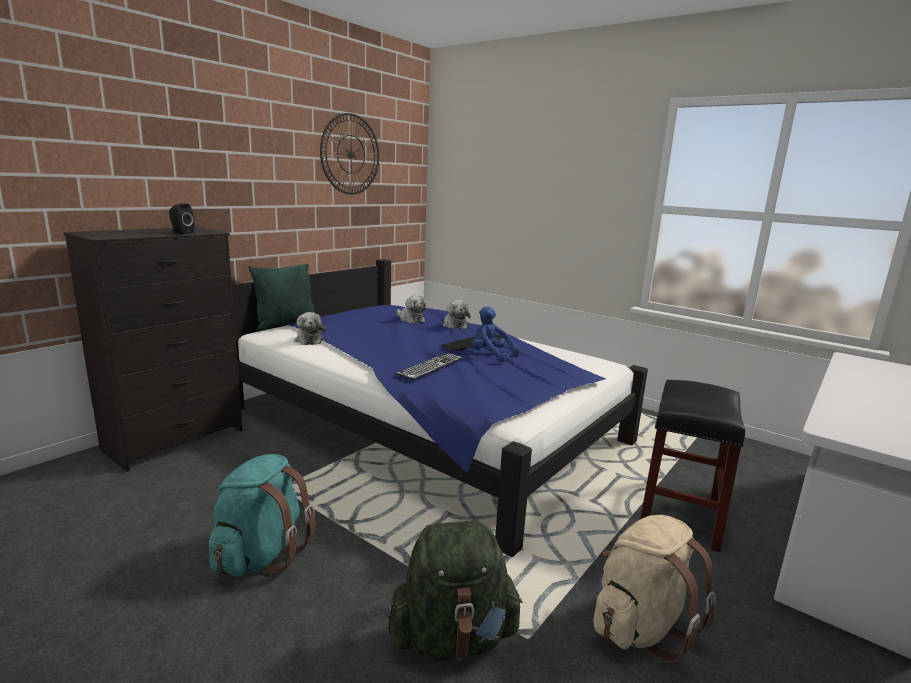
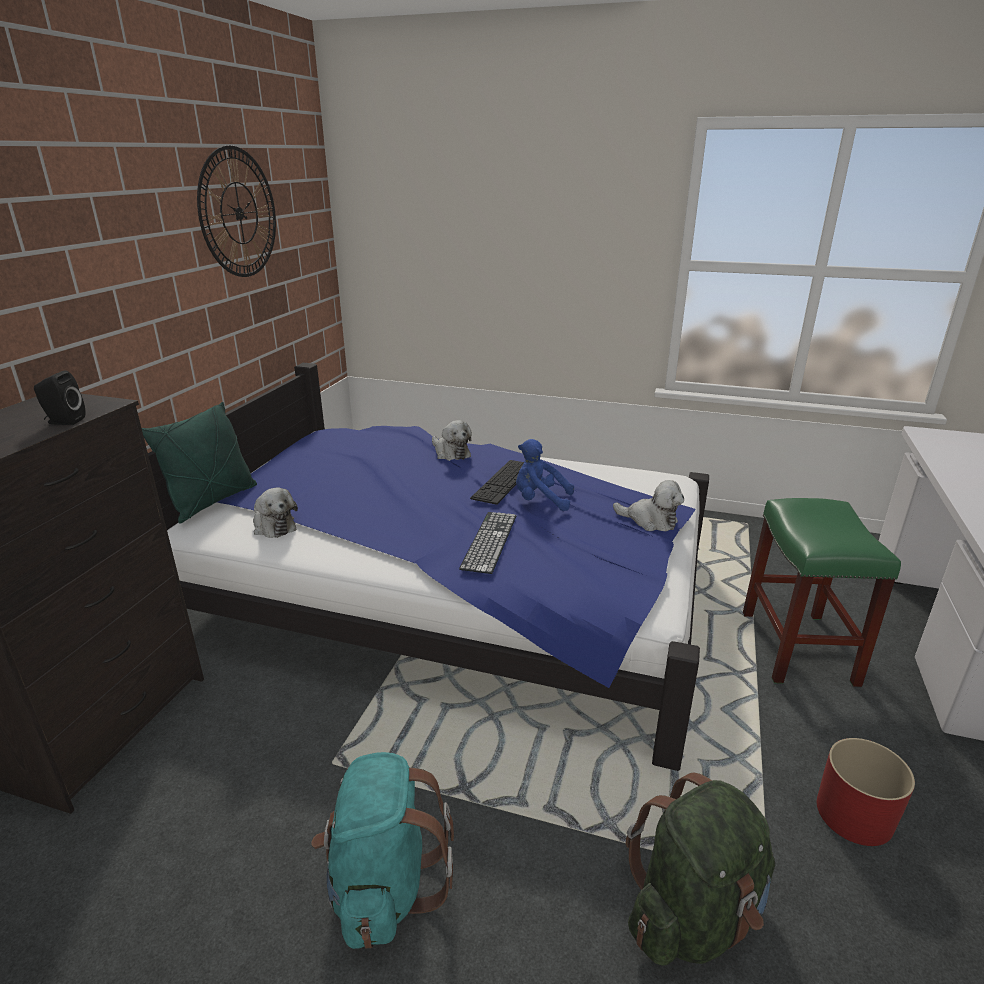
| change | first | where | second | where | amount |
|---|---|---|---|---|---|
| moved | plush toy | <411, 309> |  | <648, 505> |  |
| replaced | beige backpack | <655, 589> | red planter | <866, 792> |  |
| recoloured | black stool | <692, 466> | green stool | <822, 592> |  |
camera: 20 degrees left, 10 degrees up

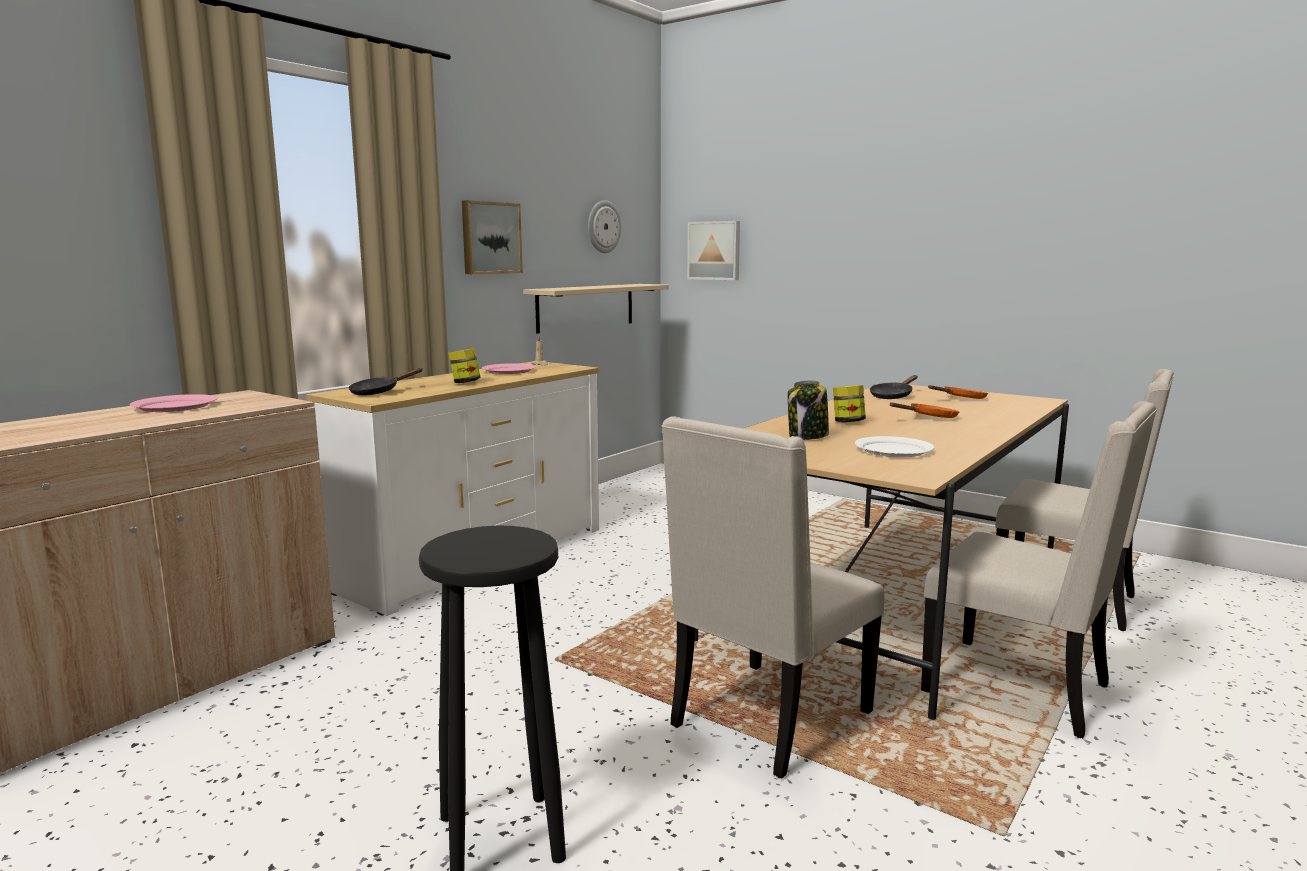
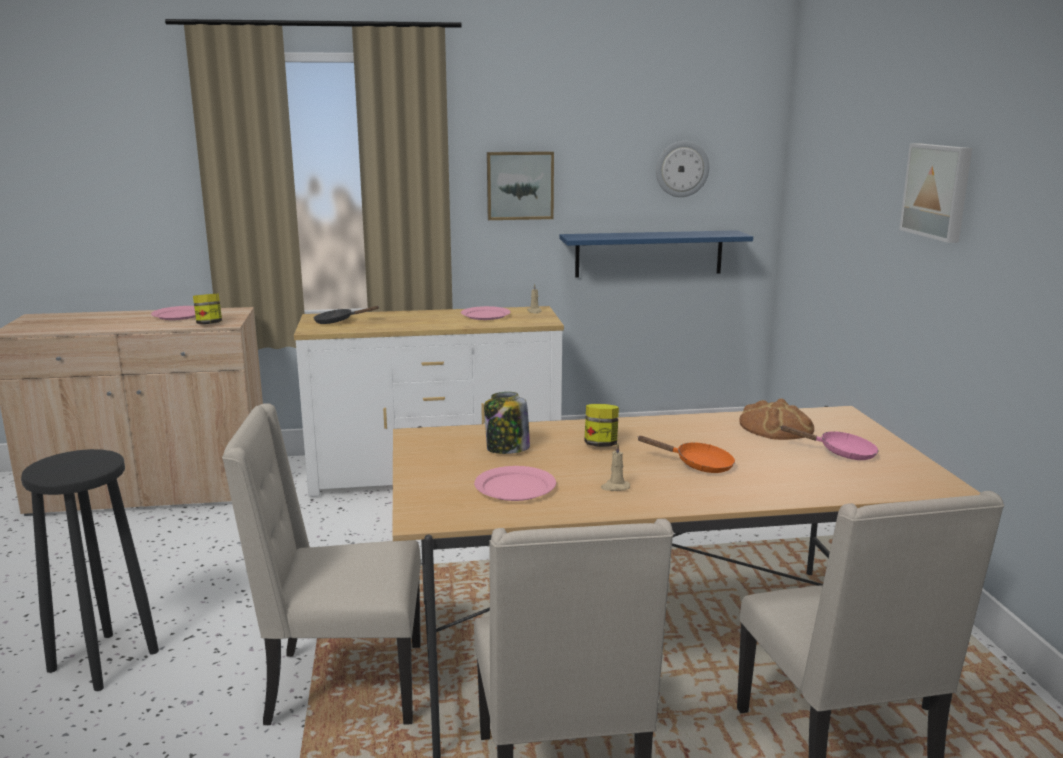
| change | first | where | second | where | amount |
|---|---|---|---|---|---|
| added |  |  | beige candle | <615, 467> |  |
| moved | jar | <465, 365> |  | <207, 309> |  |
| moved | picture | <713, 250> |  | <935, 193> |  |
| replaced | black frying pan | <894, 387> | bread | <776, 419> |  |
| recoloured | beige shelf | <596, 308> | blue shelf | <656, 254> |  |
| recoloured | white plate | <894, 446> | pink plate | <515, 483> |  |
| recoloured | orange frying pan | <958, 392> | pink frying pan | <830, 442> |  |
camera: 45 degrees right, 5 degrees up

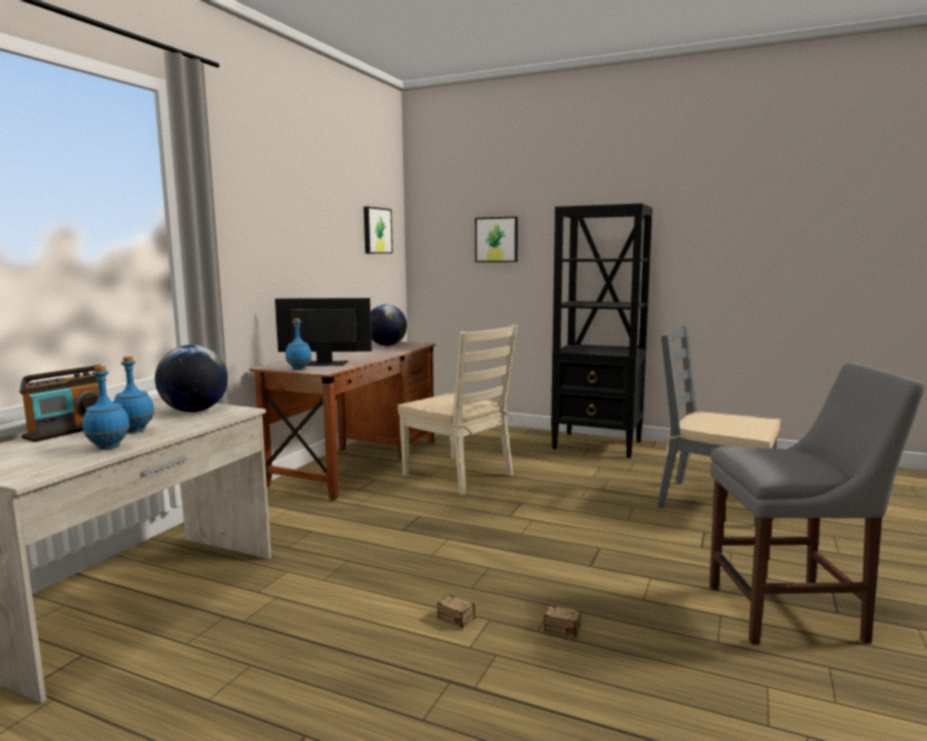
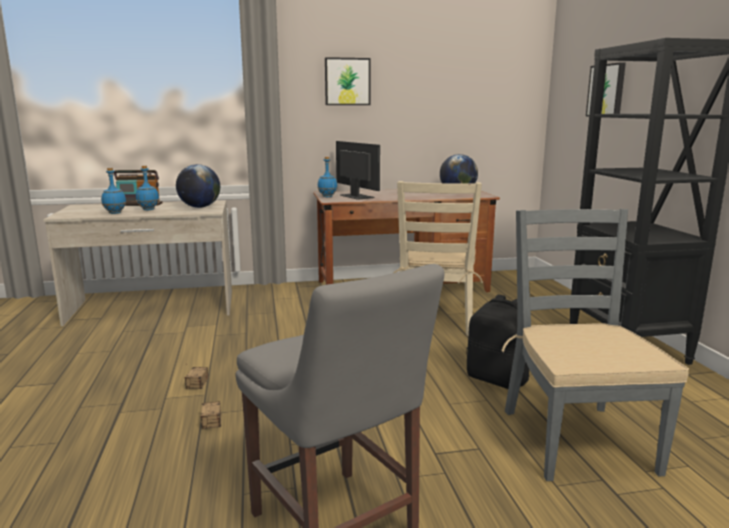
| change | first | where | second | where | amount |
|---|---|---|---|---|---|
| added |  |  | black backpack | <497, 342> |  |
| moved | picture | <378, 230> |  | <348, 81> |  |
camera: 55 degrees right, 5 degrees up

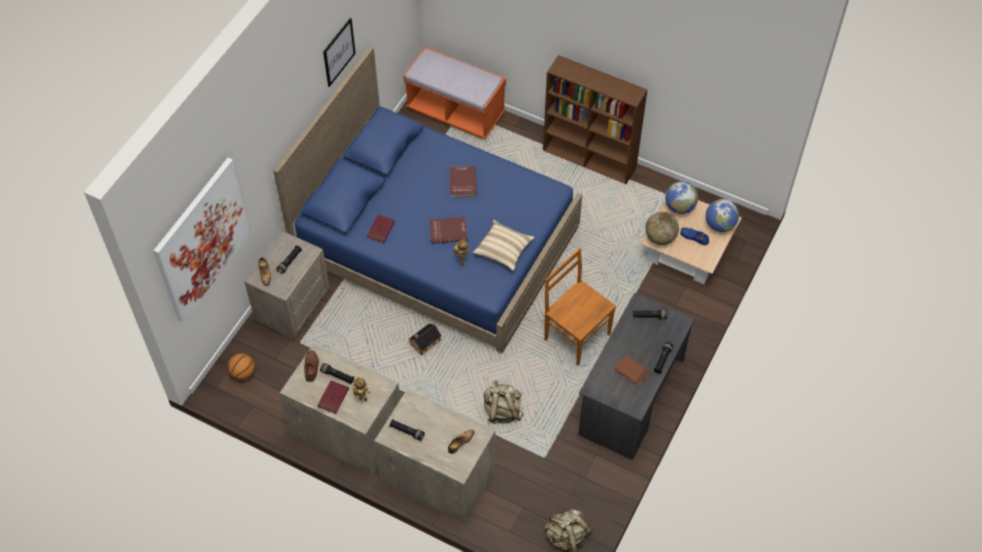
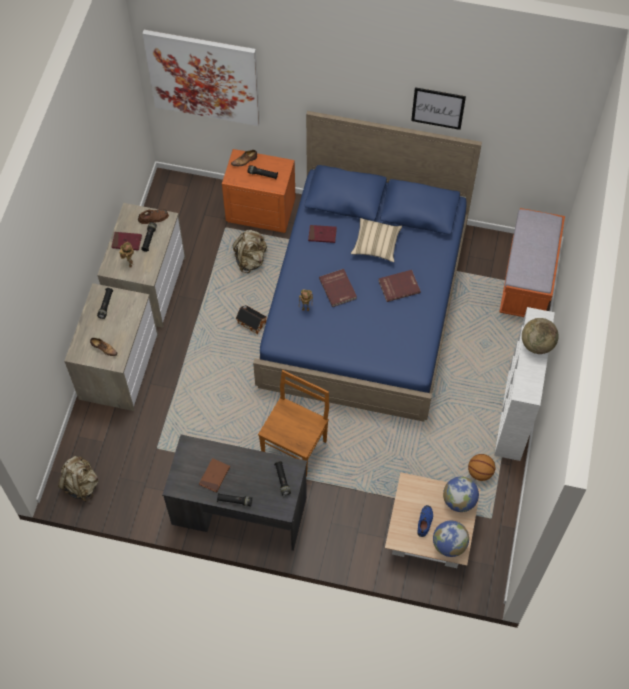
| change | first | where | second | where | amount |
|---|---|---|---|---|---|
| moved | basketball | <241, 367> |  | <481, 467> |  |
| moved | beige pillow | <503, 245> |  | <376, 240> |  |
| moved | beige backpack | <503, 402> |  | <250, 251> |  |
| moved | globe | <662, 228> |  | <540, 336> |  |
| recoloured | beige nightstand | <287, 285> | orange nightstand | <258, 191> |  |
| recoloured | brown bookcase | <595, 119> | white bookcase | <524, 384> |  |
camera: 75 degrees right, 5 degrees up

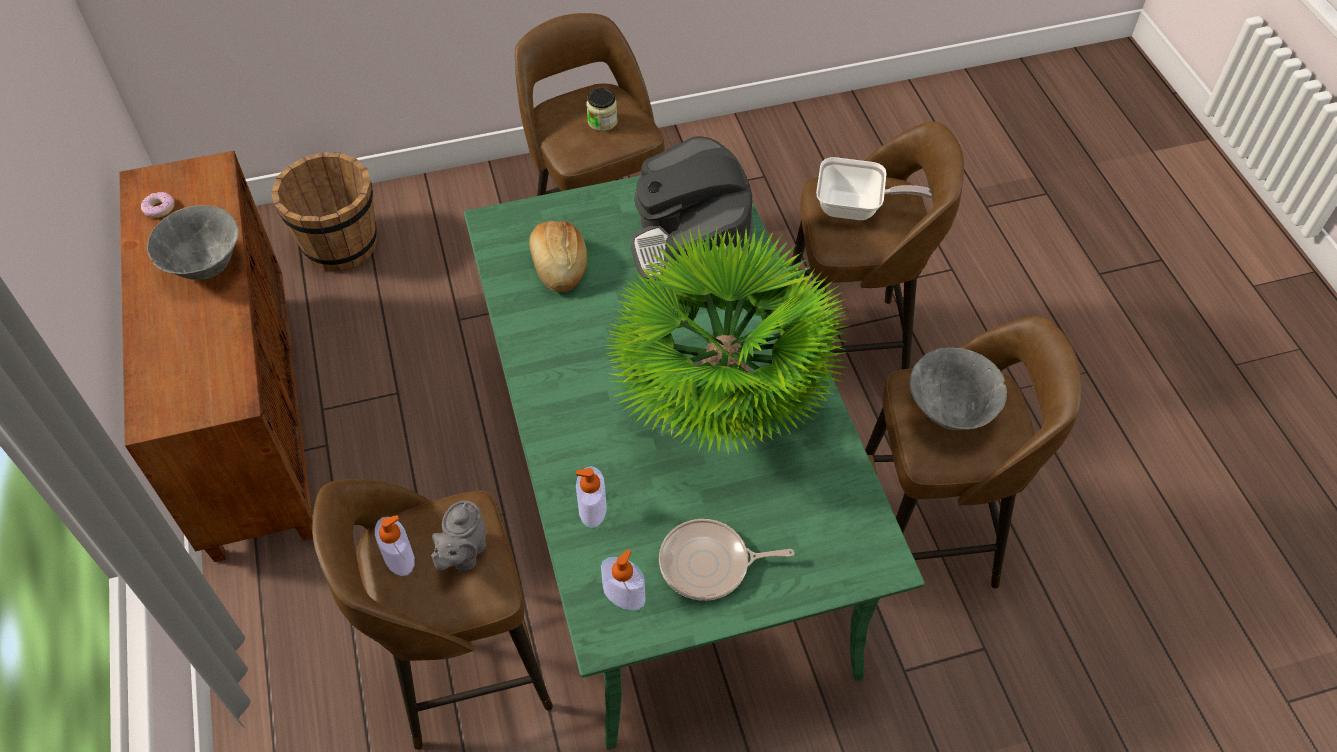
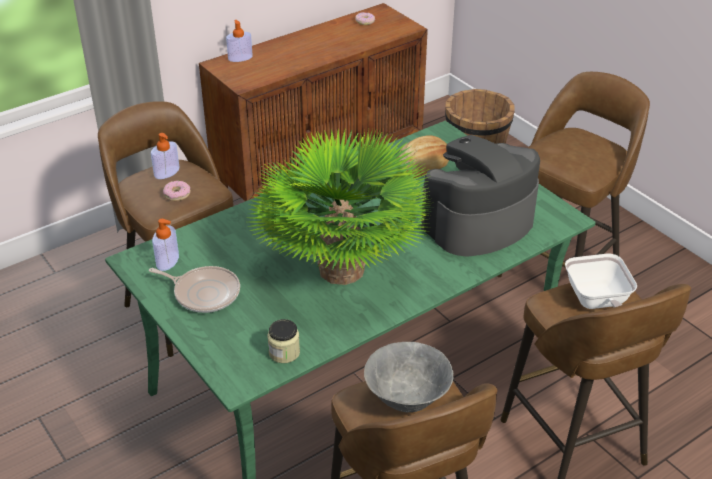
| change | first | where | second | where | amount |
|---|---|---|---|---|---|
| removed | grey bowl | <193, 242> |  |  |  |
| moved | soap dispenser | <591, 497> |  | <239, 41> |  |
| moved | jar | <602, 109> |  | <284, 341> |  |
| replaced | grey teapot | <458, 536> | donut | <177, 191> |  |
| turned | frying pan | <727, 560> |  | <194, 289> | 135 degrees clockwise |
camera: 70 degrees right, 15 degrees down

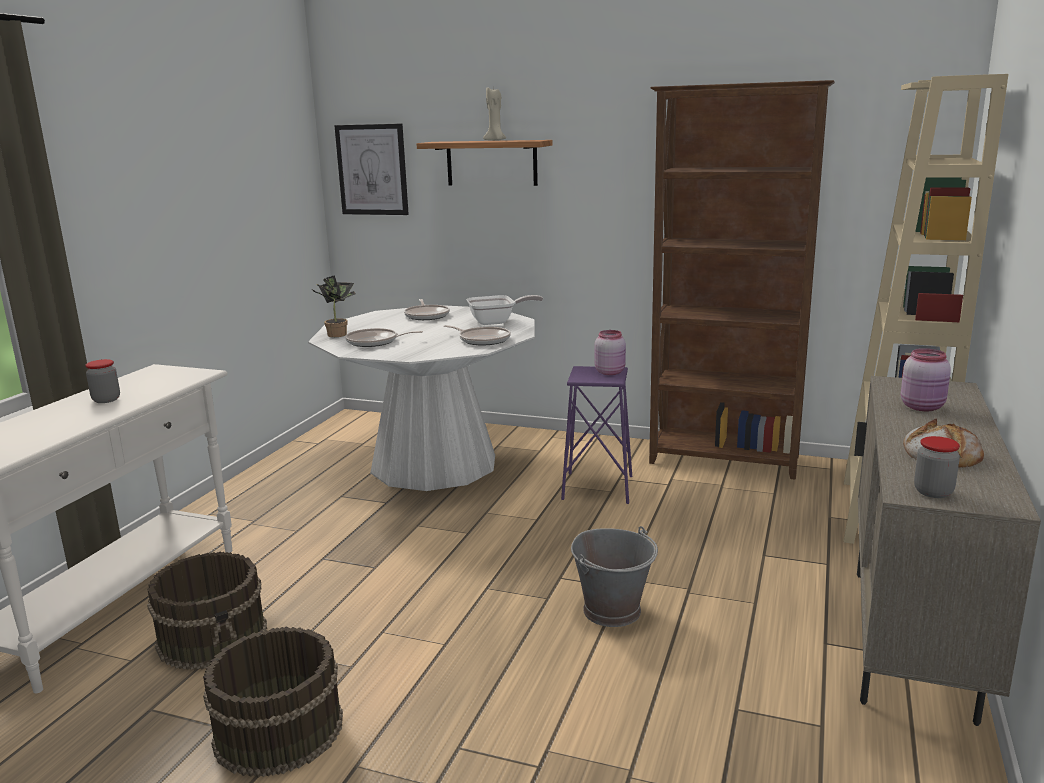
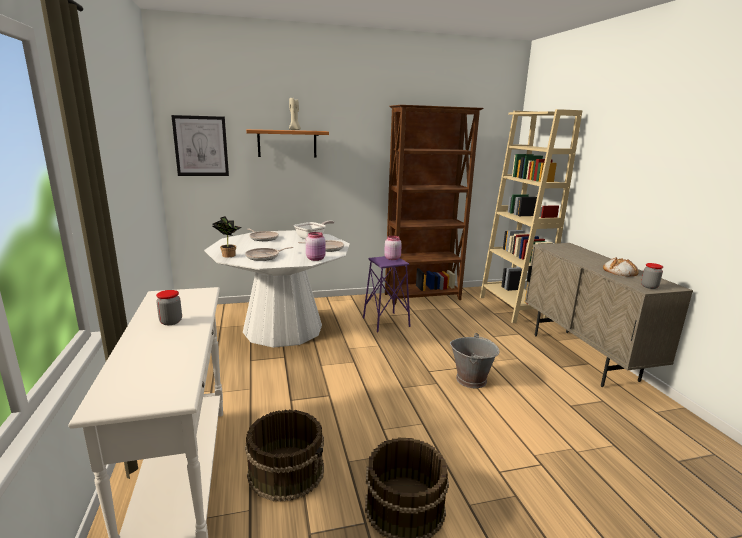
| change | first | where | second | where | amount |
|---|---|---|---|---|---|
| moved | pink jar | <926, 379> |  | <316, 246> |  |
camera: 35 degrees left, 0 degrees up

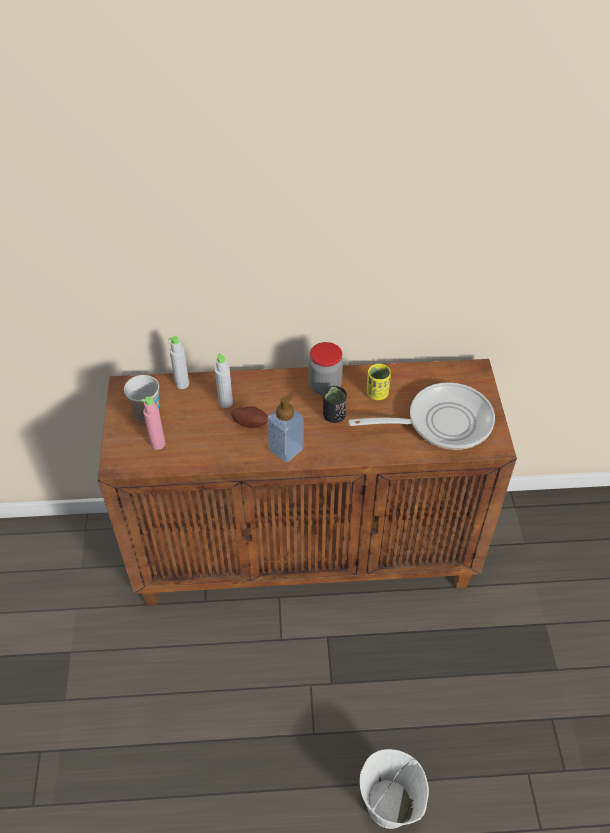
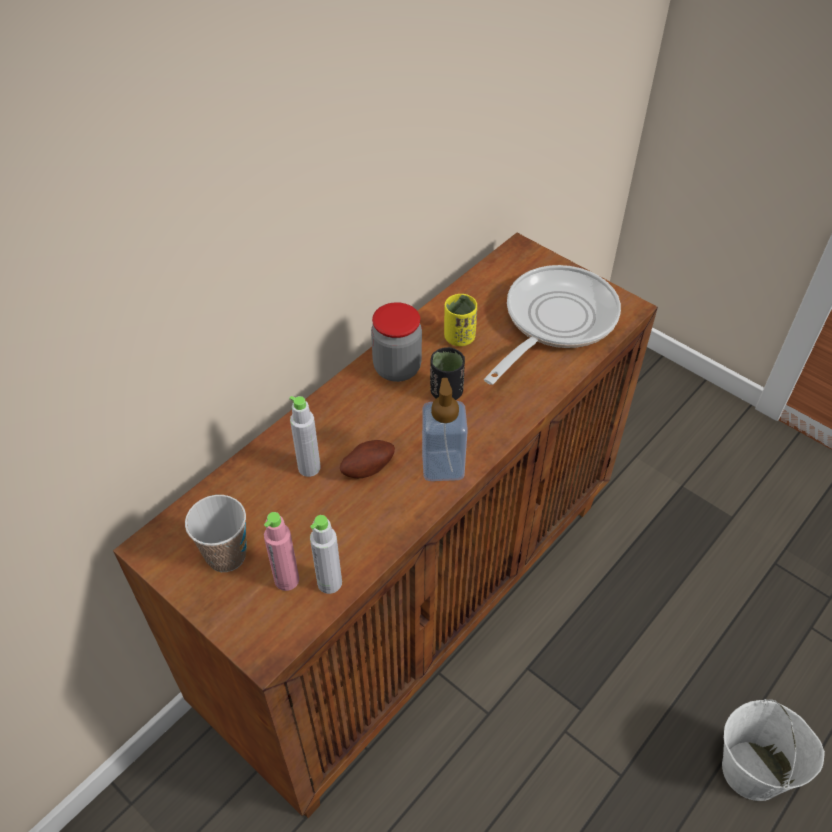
| change | first | where | second | where | amount |
|---|---|---|---|---|---|
| moved | grey bottle | <178, 362> |  | <326, 554> |  |
camera: 45 degrees left, 0 degrees up

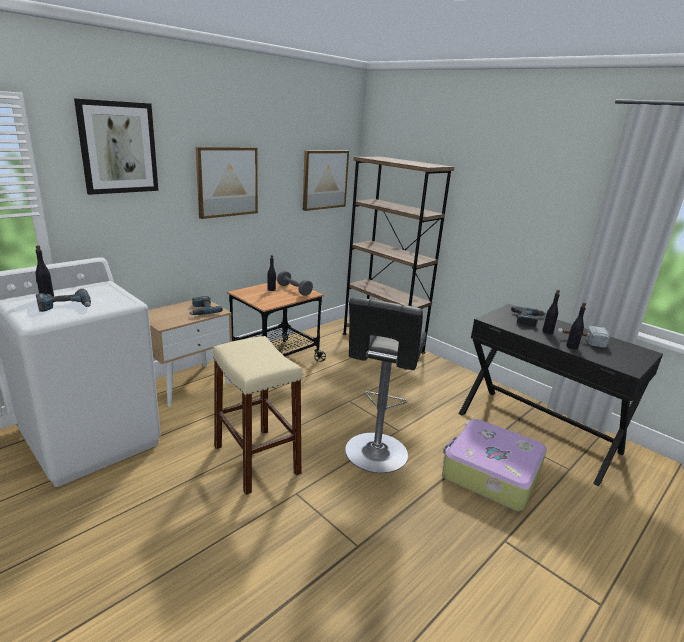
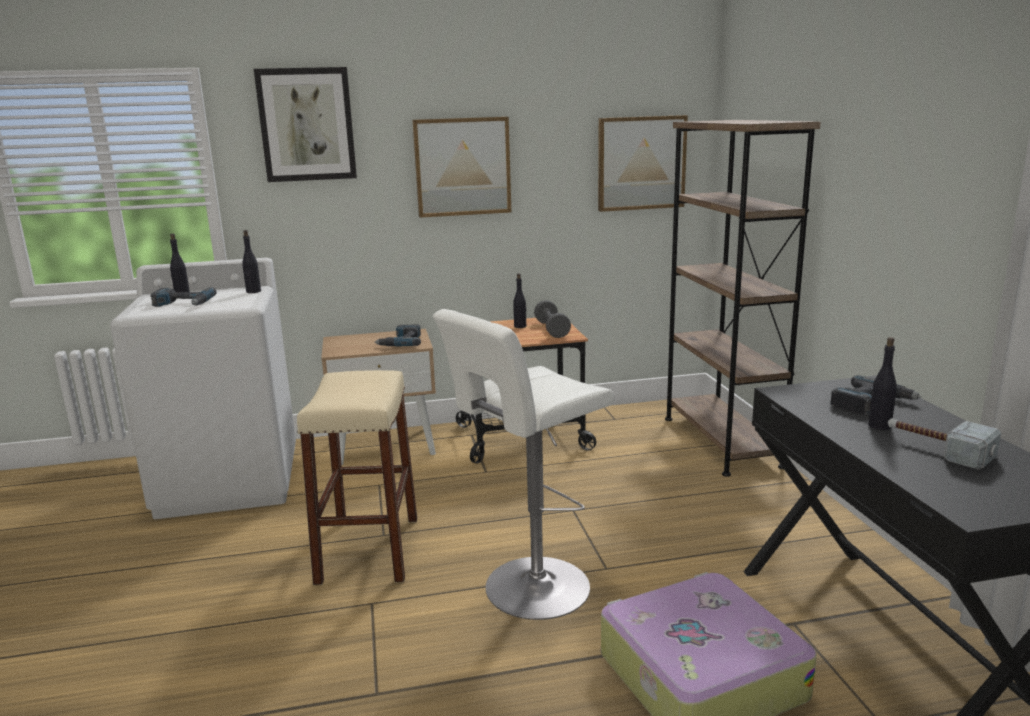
| change | first | where | second | where | amount |
|---|---|---|---|---|---|
| moved | black bottle | <576, 326> |  | <251, 261> |  |
| recoloured | black stool | <386, 385> | white stool | <524, 464> |  |
camera: 35 degrees right, 5 degrees down

